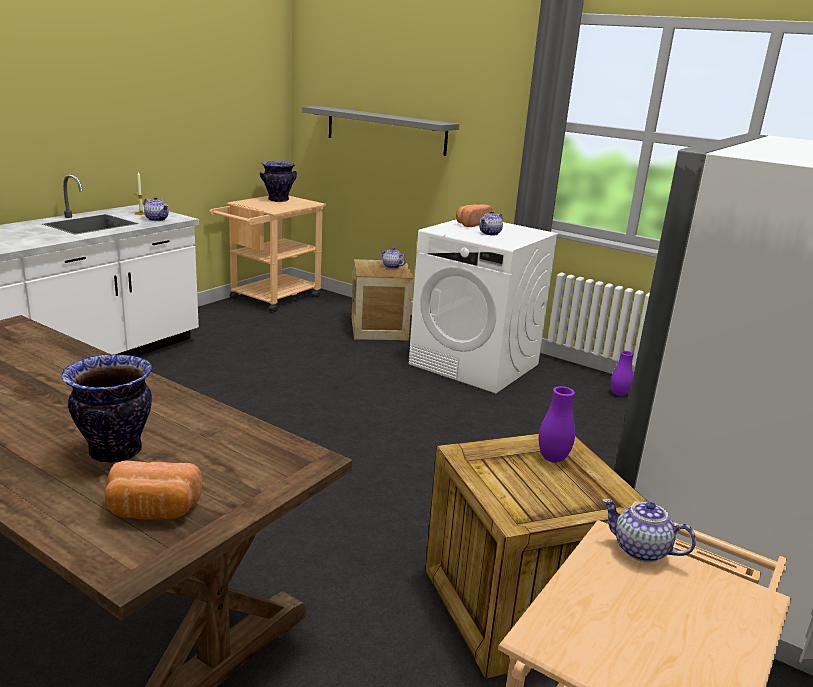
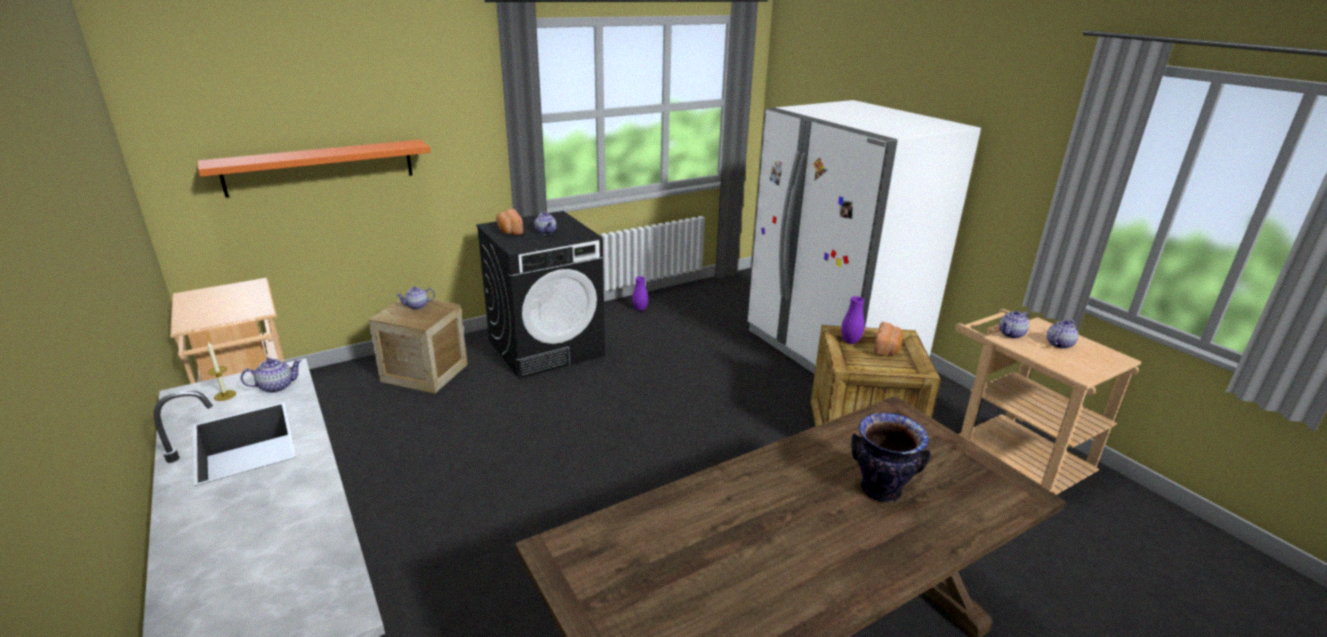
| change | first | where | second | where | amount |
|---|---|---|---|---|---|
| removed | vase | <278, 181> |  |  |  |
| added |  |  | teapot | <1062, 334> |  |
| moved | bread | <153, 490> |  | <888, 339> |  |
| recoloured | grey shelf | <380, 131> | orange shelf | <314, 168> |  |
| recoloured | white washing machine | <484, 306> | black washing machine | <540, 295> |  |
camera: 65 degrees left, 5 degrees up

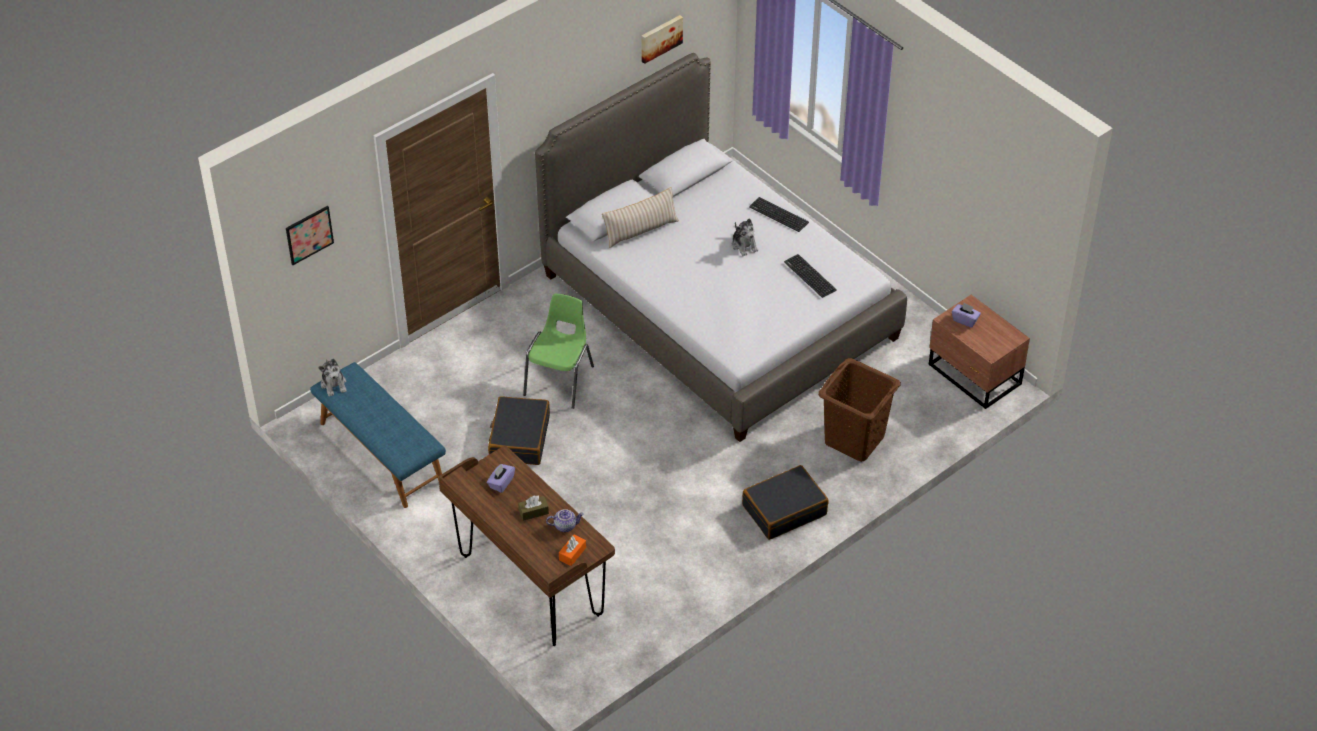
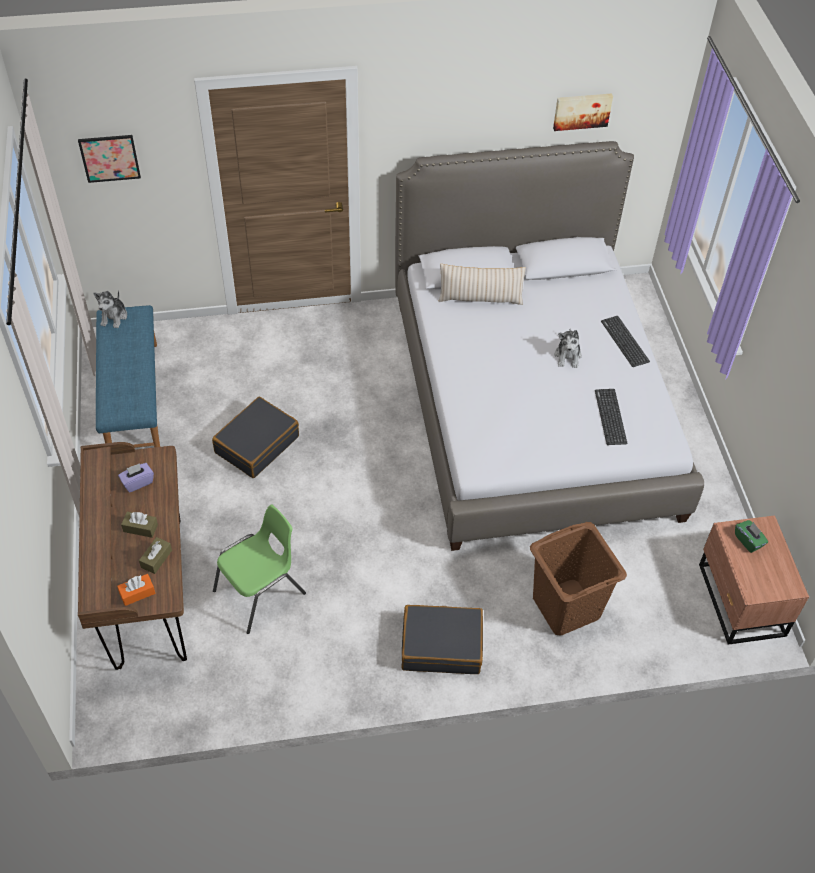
| change | first | where | second | where | amount |
|---|---|---|---|---|---|
| moved | green chair | <558, 351> |  | <259, 569> |  |
| replaced | teapot | <565, 520> | brown tissue box | <155, 555> |  |
| recoloured | purple tissue box | <966, 315> | green tissue box | <751, 536> |  |
camera: 30 degrees right, 5 degrees up

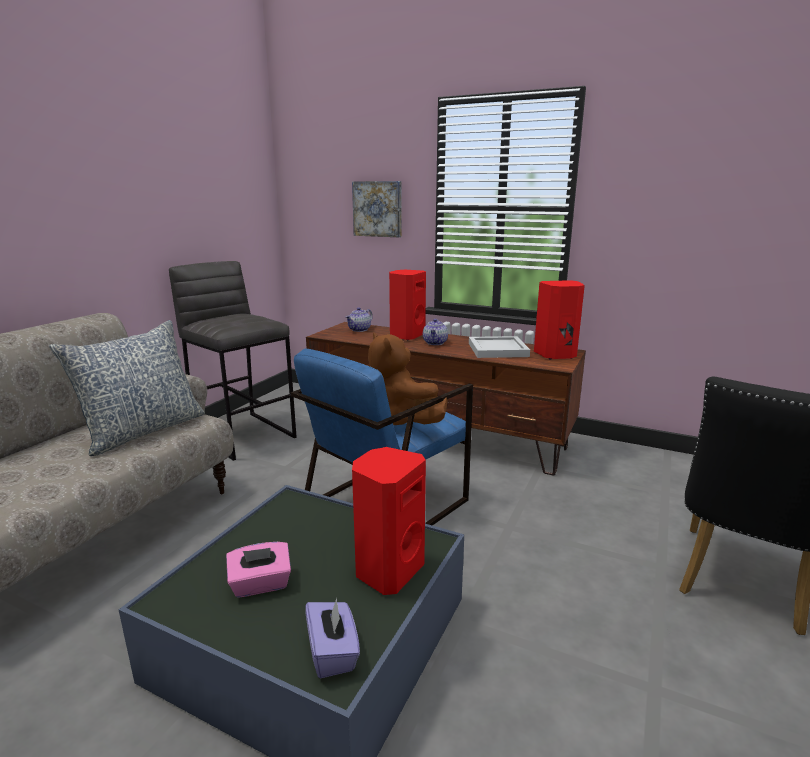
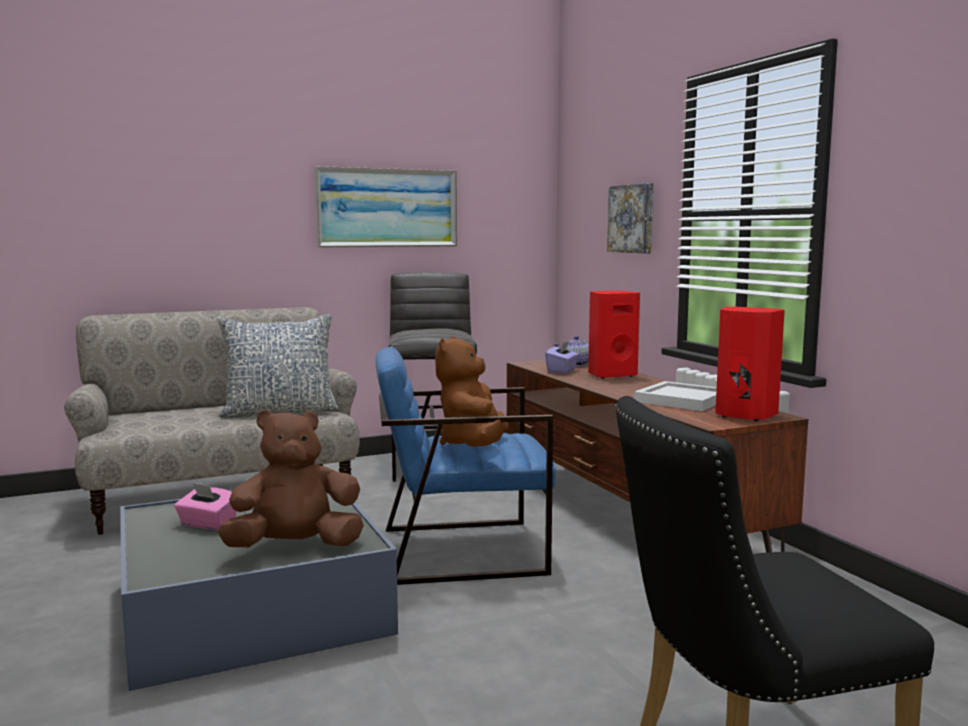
| change | first | where | second | where | amount |
|---|---|---|---|---|---|
| removed | teapot | <435, 332> |  |  |  |
| added |  |  | picture | <385, 207> |  |
| moved | purple tissue box | <333, 638> |  | <562, 357> |  |
| replaced | red speaker | <389, 521> | brown plush toy | <290, 478> |  |
camera: 40 degrees right, 10 degrees down

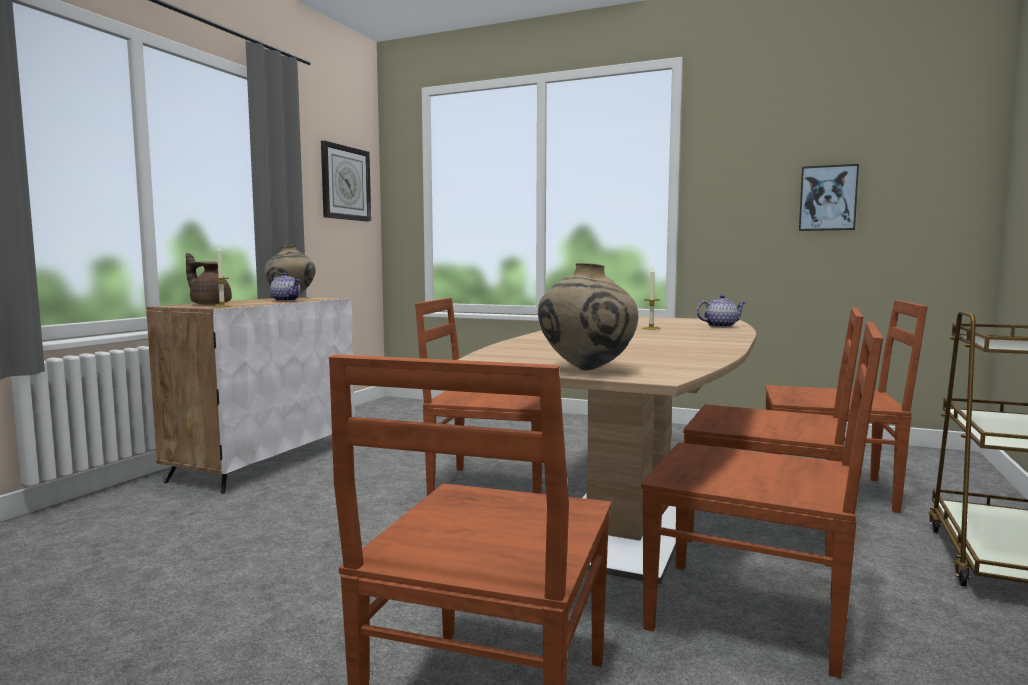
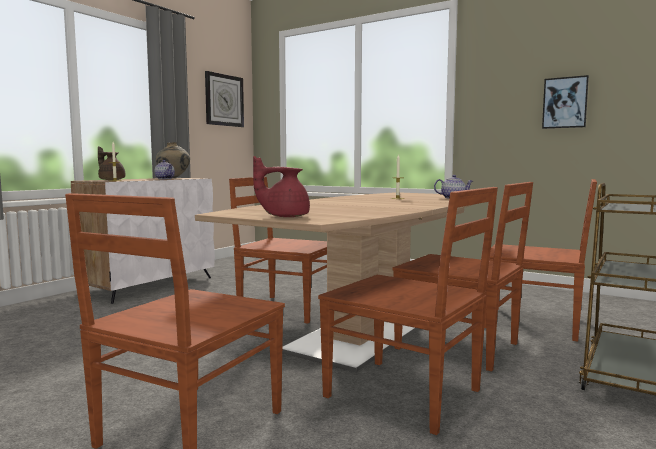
| change | first | where | second | where | amount |
|---|---|---|---|---|---|
| replaced | beige vase | <588, 317> | red teapot | <281, 186> |  |
camera: 10 degrees right, 0 degrees up

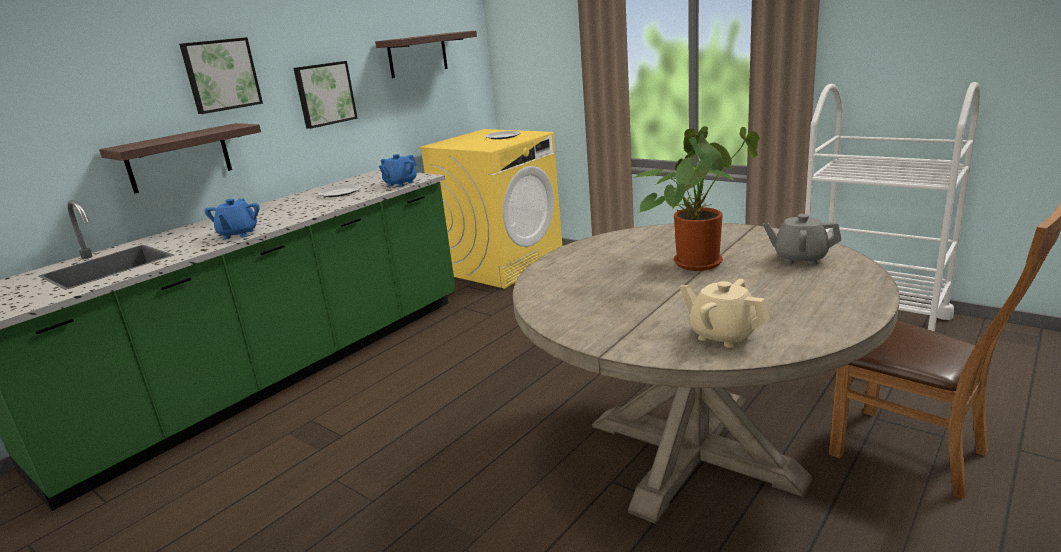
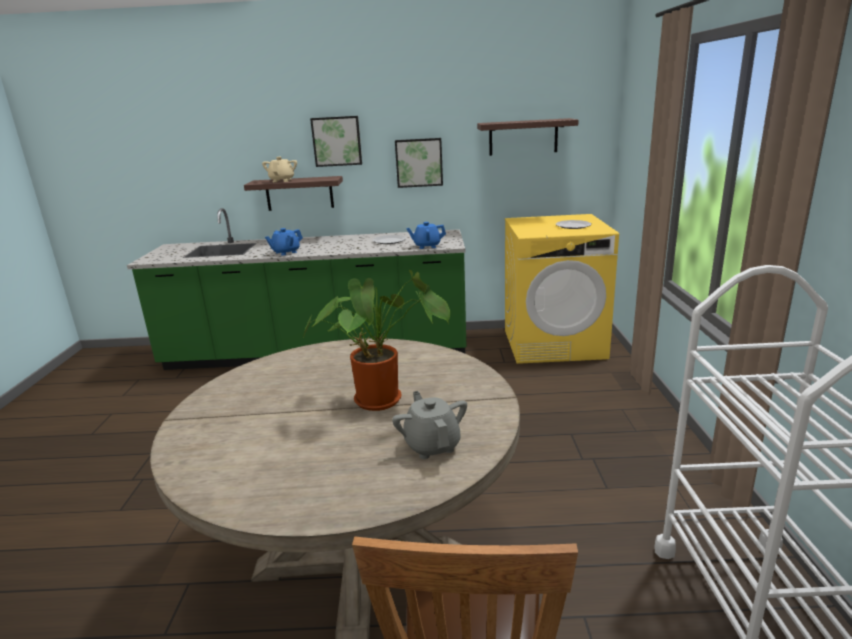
| change | first | where | second | where | amount |
|---|---|---|---|---|---|
| moved | beige teapot | <725, 313> |  | <279, 169> |  |
camera: 50 degrees right, 0 degrees up

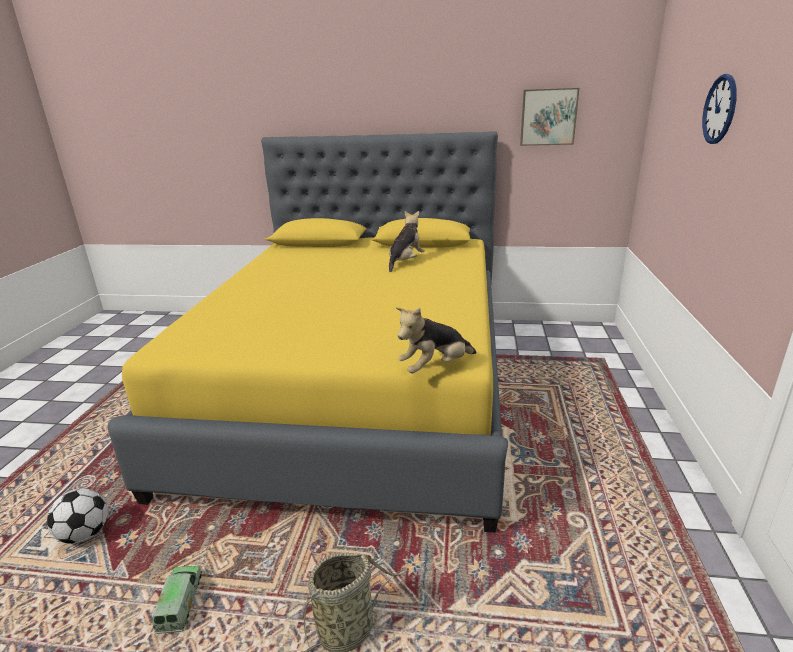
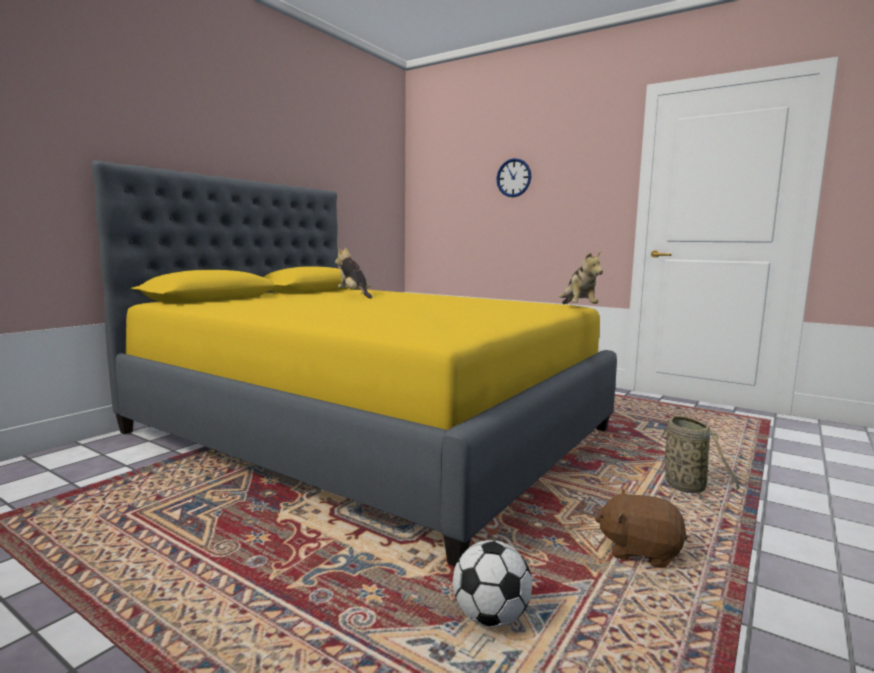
| change | first | where | second | where | amount |
|---|---|---|---|---|---|
| removed | picture | <549, 117> |  |  |  |
| replaced | toy truck | <177, 600> | brown plush toy | <641, 528> |  |
camera: 65 degrees left, 15 degrees down

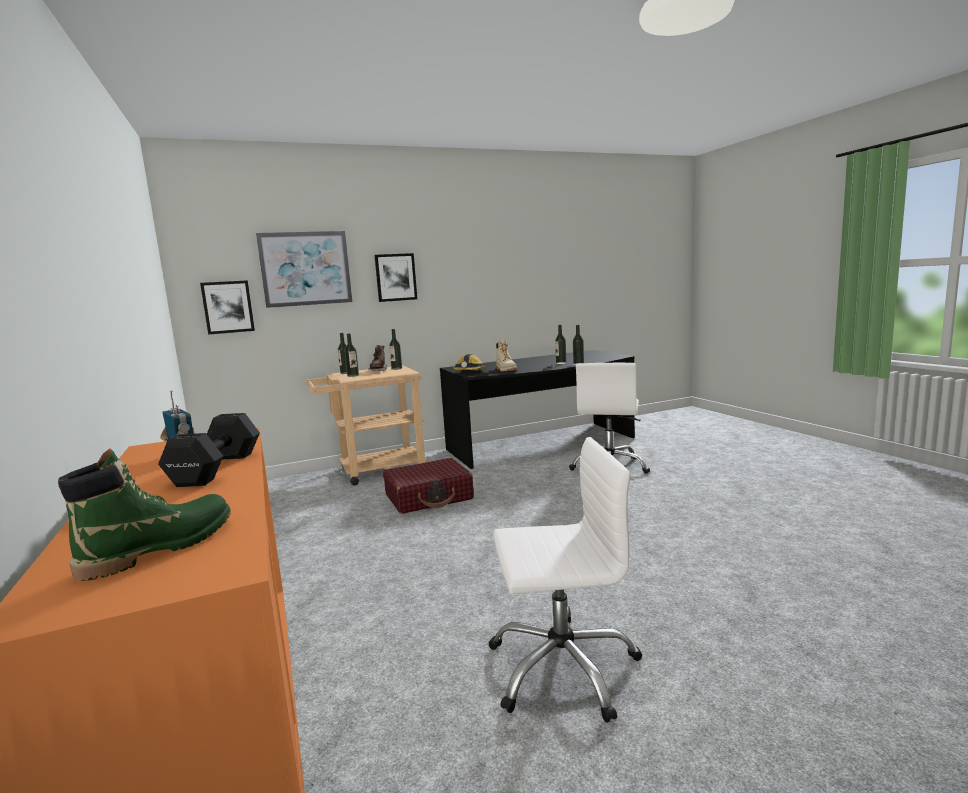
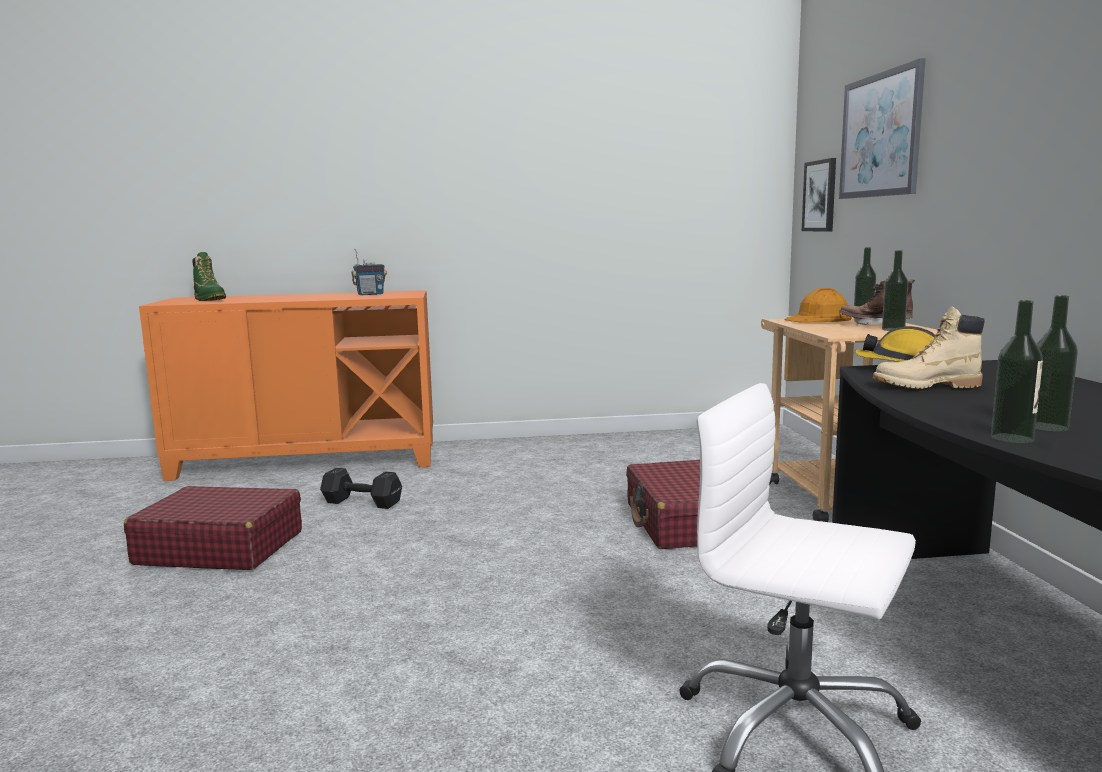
| change | first | where | second | where | amount |
|---|---|---|---|---|---|
| removed | picture | <395, 277> |  |  |  |
| moved | black dumbbell | <209, 450> |  | <361, 488> |  |
| replaced | bottle | <352, 355> | orange hard hat | <818, 305> |  |
| replaced | white office chair | <565, 580> | red suitcase | <213, 528> |  |
camera: 105 degrees right, 0 degrees up

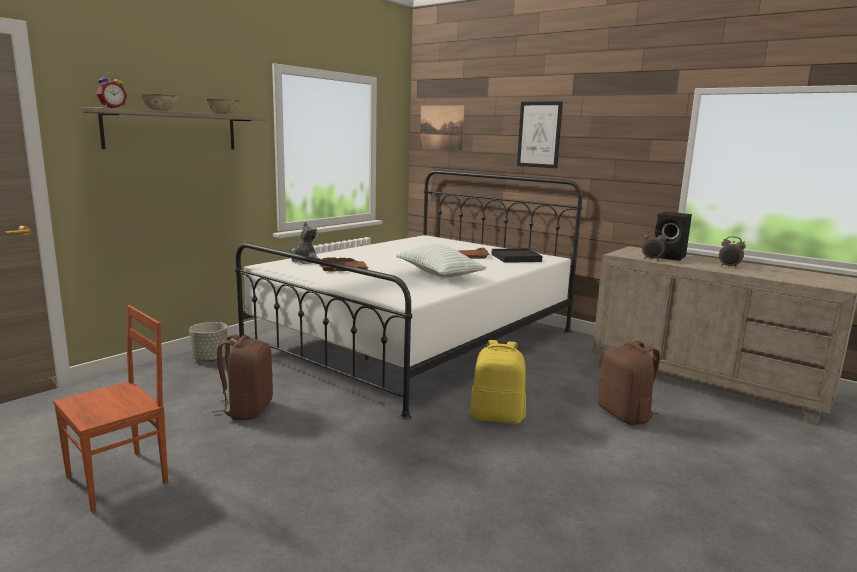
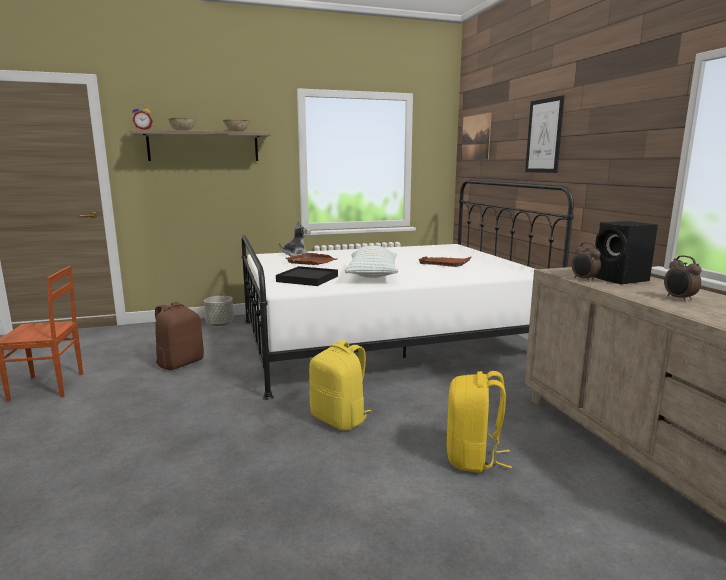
| change | first | where | second | where | amount |
|---|---|---|---|---|---|
| moved | black tray | <516, 255> |  | <307, 276> |  |
| recoloured | brown backpack | <629, 382> | yellow backpack | <479, 422> |  |
camera: 35 degrees right, 0 degrees up

